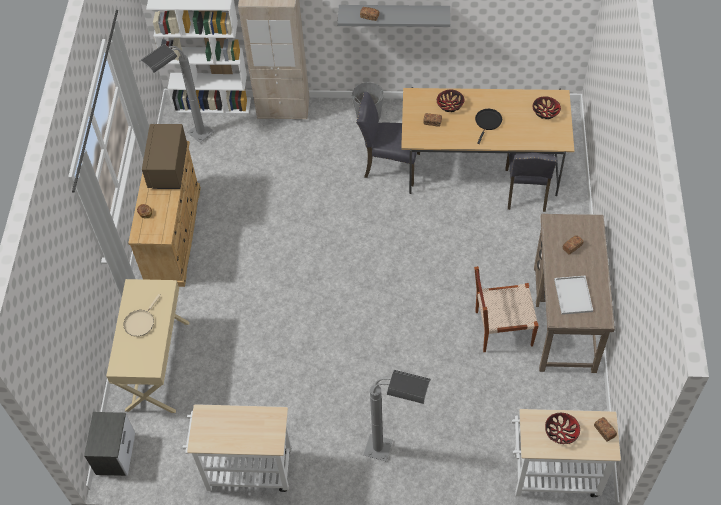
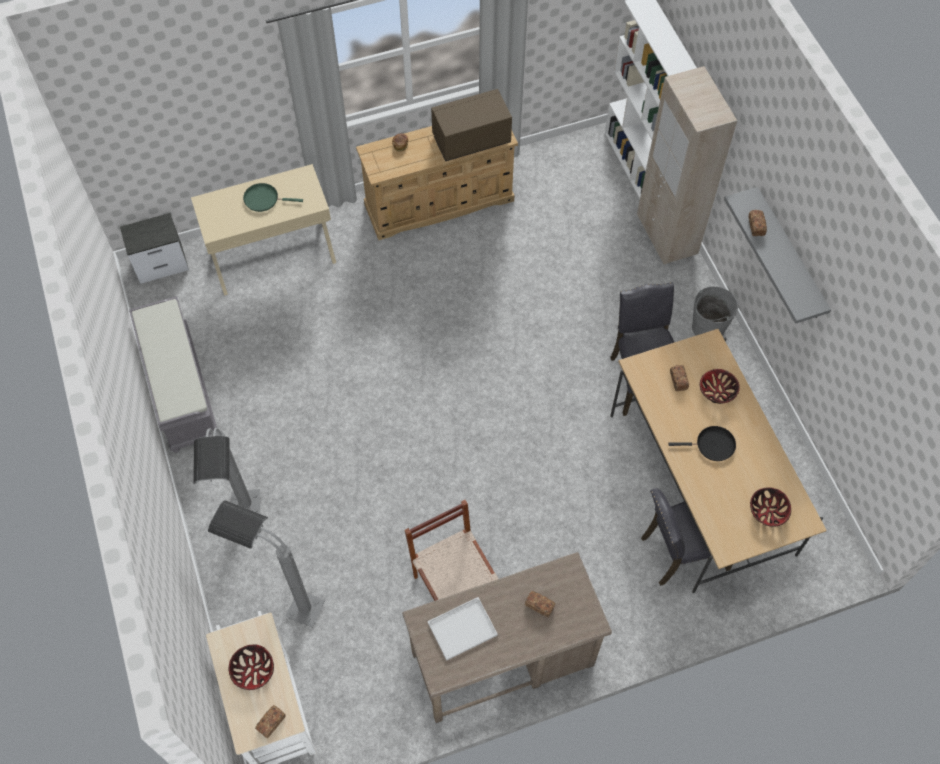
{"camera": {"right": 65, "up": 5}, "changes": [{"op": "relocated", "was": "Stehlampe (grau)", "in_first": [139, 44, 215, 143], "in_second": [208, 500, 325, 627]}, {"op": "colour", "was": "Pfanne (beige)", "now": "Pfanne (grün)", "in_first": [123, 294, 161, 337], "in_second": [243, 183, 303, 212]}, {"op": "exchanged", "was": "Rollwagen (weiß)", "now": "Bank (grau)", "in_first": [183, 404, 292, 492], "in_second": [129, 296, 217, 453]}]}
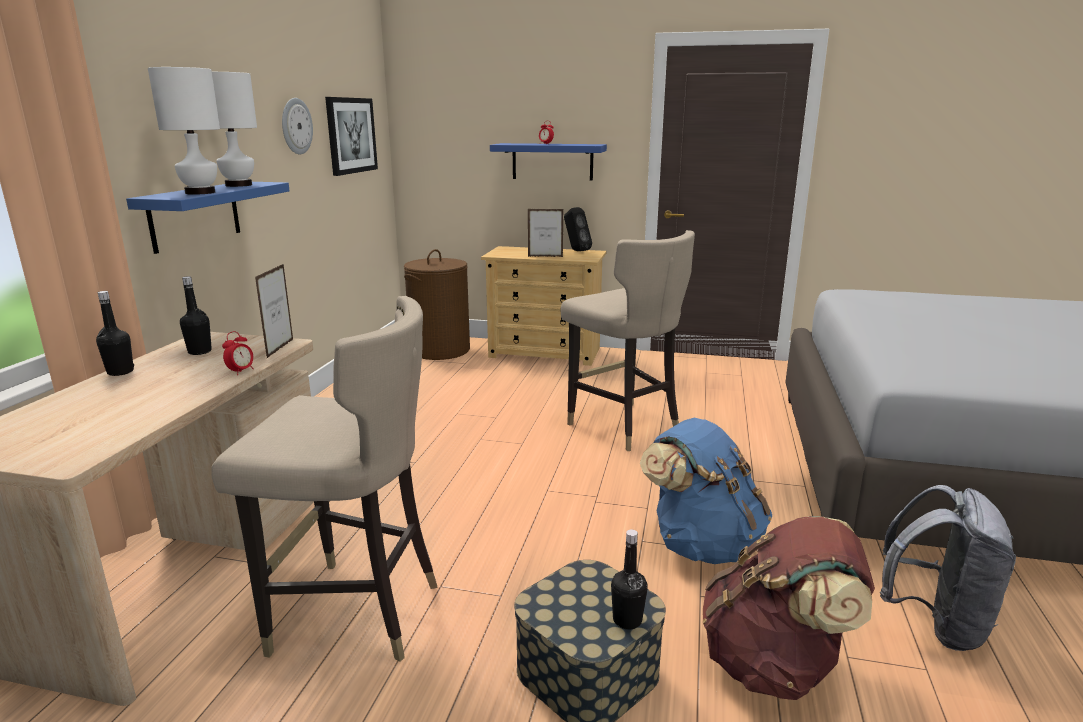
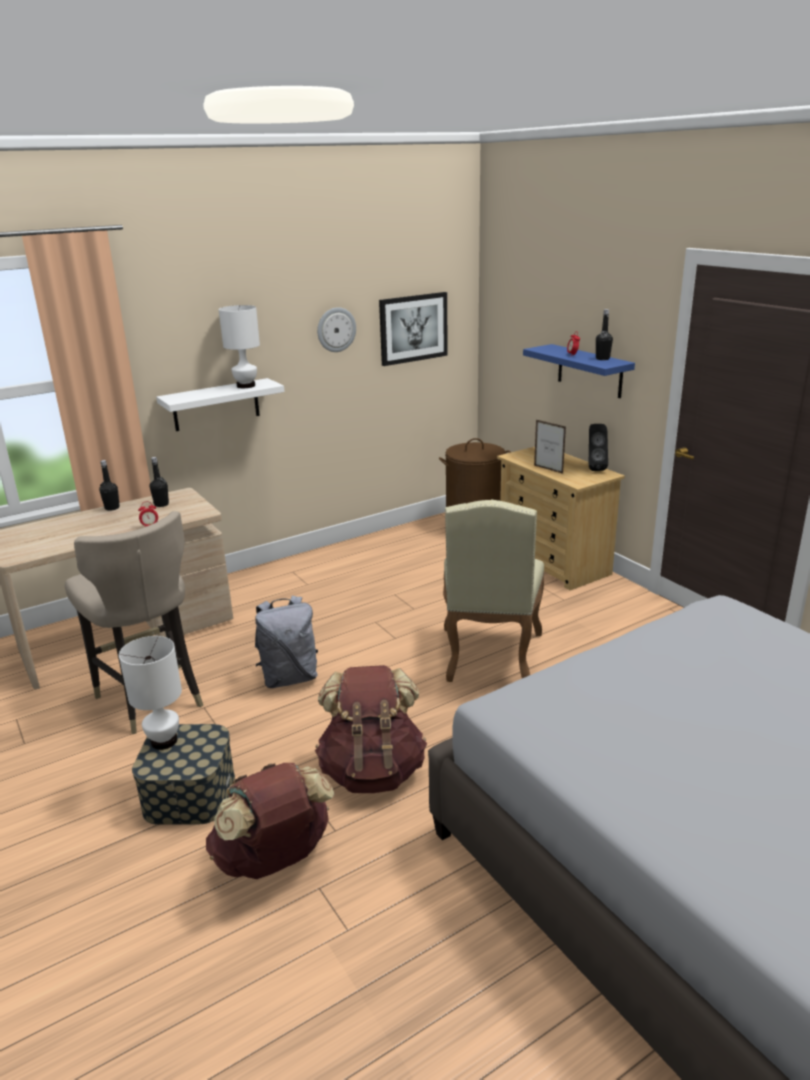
{"camera": {"right": 45, "up": 5}, "changes": [{"op": "relocated", "was": "Tischlampe (weiß)", "in_first": [148, 67, 220, 195], "in_second": [119, 636, 182, 750]}, {"op": "colour", "was": "Wandregal (blau)", "now": "Wandregal (weiß)", "in_first": [126, 182, 290, 254], "in_second": [156, 378, 285, 431]}, {"op": "exchanged", "was": "Hocker (beige)", "now": "Stuhl (beige)", "in_first": [561, 230, 695, 451], "in_second": [443, 500, 544, 682]}, {"op": "missing", "was": "Bilderrahmen", "in_first": [255, 264, 293, 358]}, {"op": "colour", "was": "Rucksack (blau)", "now": "Rucksack (braun)", "in_first": [640, 418, 772, 564], "in_second": [315, 665, 427, 793]}, {"op": "relocated", "was": "Rucksack (grau)", "in_first": [880, 485, 1016, 651], "in_second": [255, 596, 318, 688]}, {"op": "relocated", "was": "Flasche (schwarz)", "in_first": [611, 529, 648, 629], "in_second": [596, 309, 613, 360]}]}
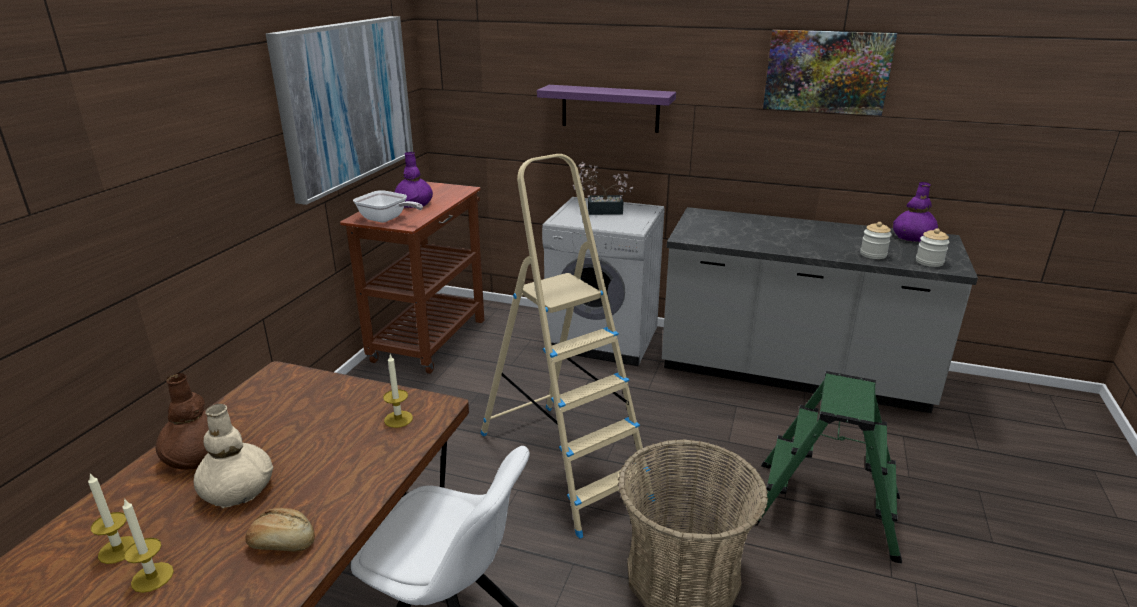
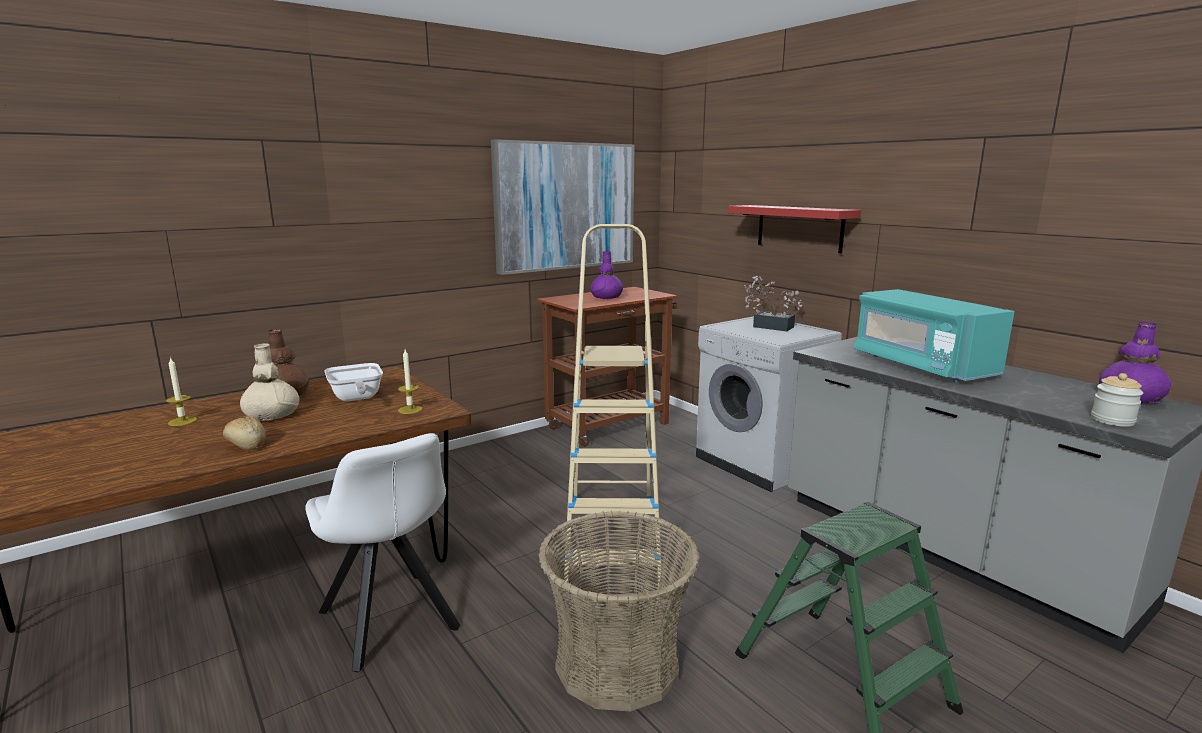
{"camera": {"right": 35, "up": -10}, "changes": [{"op": "missing", "was": "Bild", "in_first": [763, 29, 897, 116]}, {"op": "colour", "was": "Wandregal (lila)", "now": "Wandregal (rot)", "in_first": [537, 85, 676, 133], "in_second": [728, 205, 861, 253]}, {"op": "relocated", "was": "Pfanne", "in_first": [353, 190, 423, 223], "in_second": [324, 363, 383, 401]}, {"op": "missing", "was": "Vorratsglas", "in_first": [860, 222, 892, 259]}, {"op": "missing", "was": "Kerze", "in_first": [122, 498, 174, 593]}, {"op": "appeared", "now": "Mikrowelle (türkis)", "in_second": [854, 289, 1015, 382]}]}
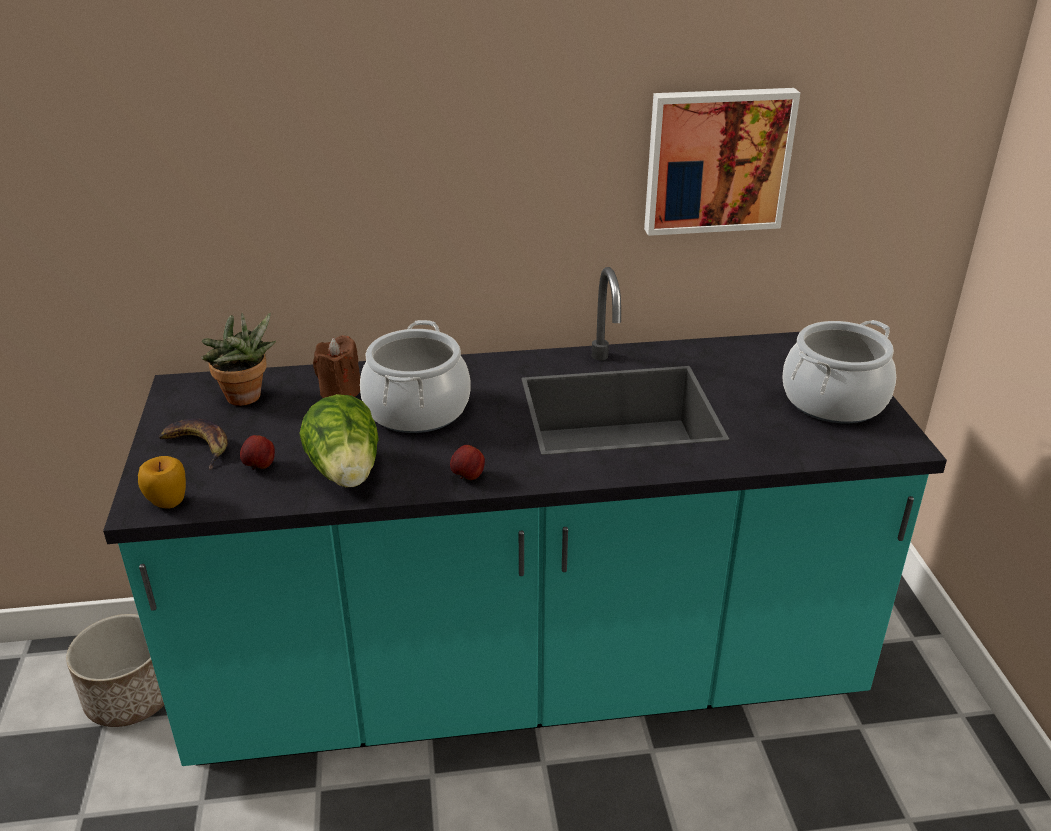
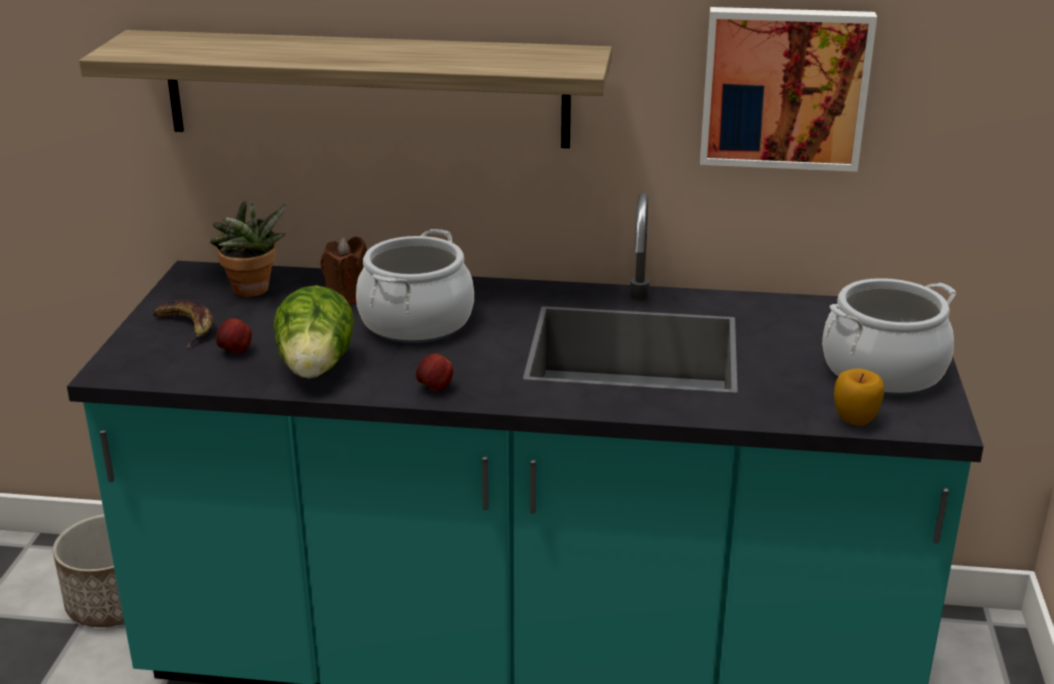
{"camera": {"right": 15, "up": -5}, "changes": [{"op": "relocated", "was": "Apfel", "in_first": [138, 456, 186, 509], "in_second": [834, 368, 884, 426]}, {"op": "appeared", "now": "Wandregal", "in_second": [79, 30, 612, 148]}]}
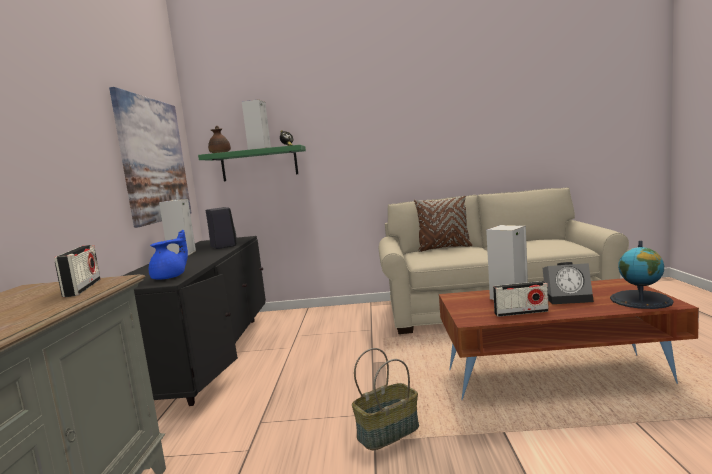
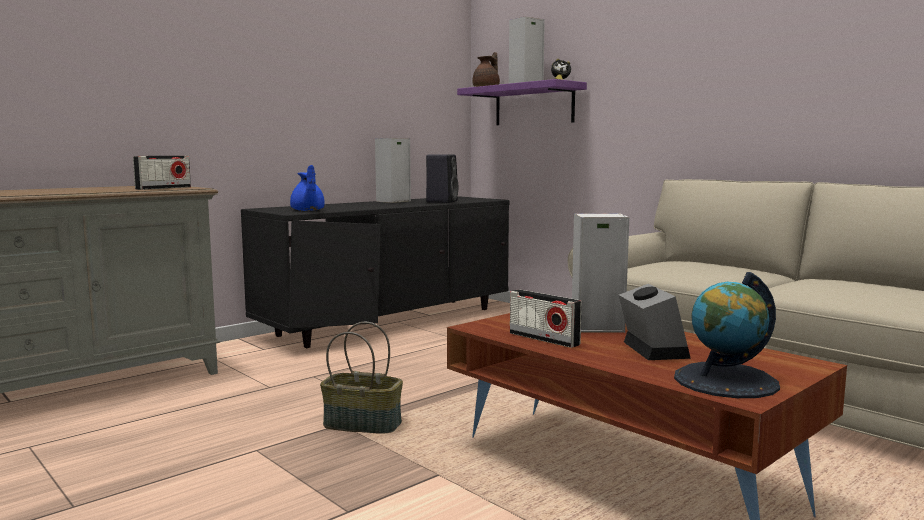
{"camera": {"right": 45, "up": 0}, "changes": [{"op": "missing", "was": "Bild", "in_first": [109, 87, 192, 228]}, {"op": "colour", "was": "Wandregal (grün)", "now": "Wandregal (lila)", "in_first": [198, 145, 306, 181], "in_second": [457, 79, 587, 125]}, {"op": "missing", "was": "Kissen (braun)", "in_first": [414, 196, 472, 252]}, {"op": "spun", "was": "Teekanne (blau)", "in_first": [149, 230, 188, 280], "in_second": [290, 165, 325, 211], "clockwise": 75}, {"op": "spun", "was": "Wecker", "in_first": [542, 262, 594, 304], "in_second": [619, 284, 691, 360], "clockwise": -150}]}
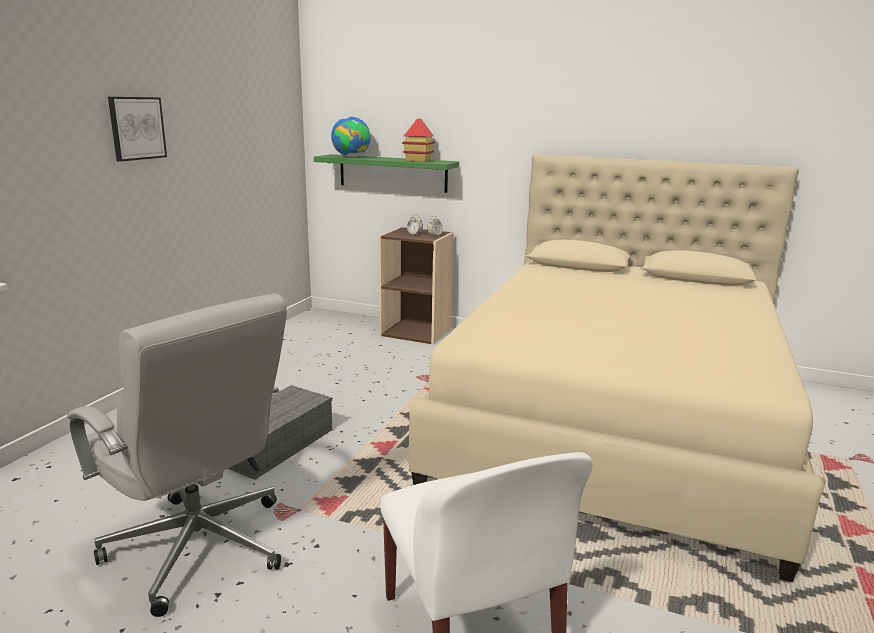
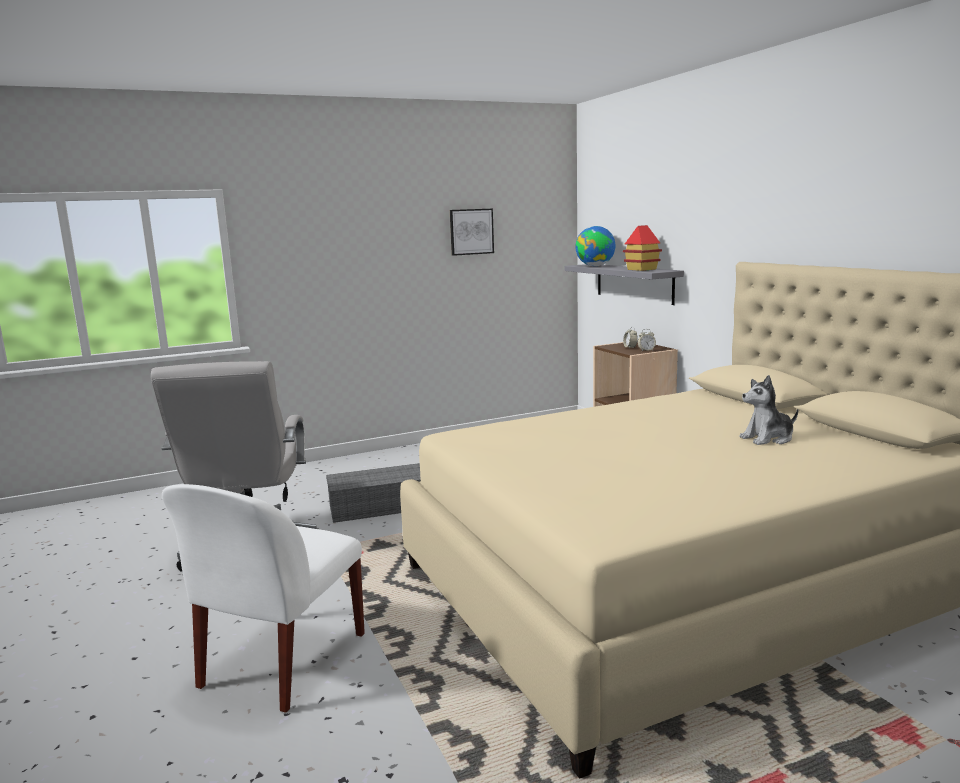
{"camera": {"right": 45, "up": -5}, "changes": [{"op": "relocated", "was": "Bild", "in_first": [108, 97, 167, 162], "in_second": [450, 209, 494, 256]}, {"op": "colour", "was": "Wandregal (grün)", "now": "Wandregal (grau)", "in_first": [314, 154, 459, 193], "in_second": [565, 264, 684, 305]}, {"op": "appeared", "now": "Plüschtier", "in_second": [739, 375, 798, 445]}]}
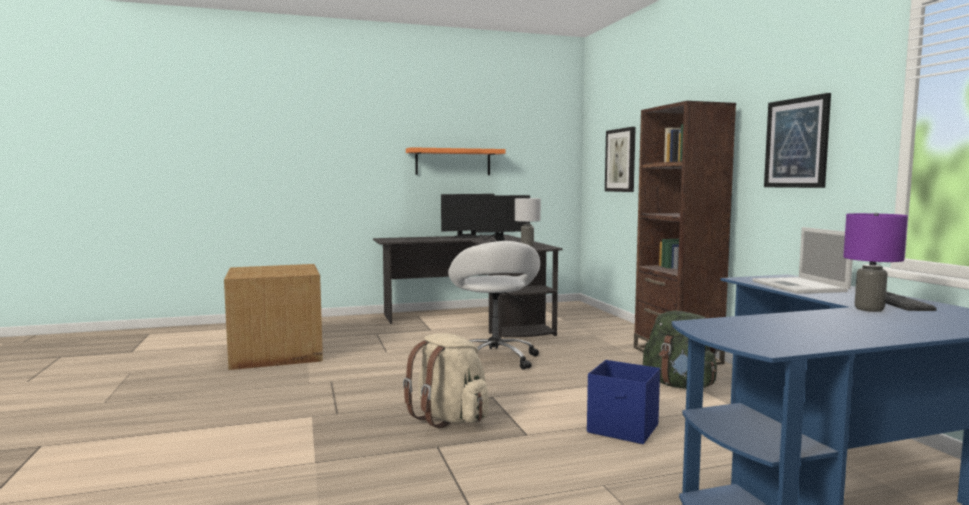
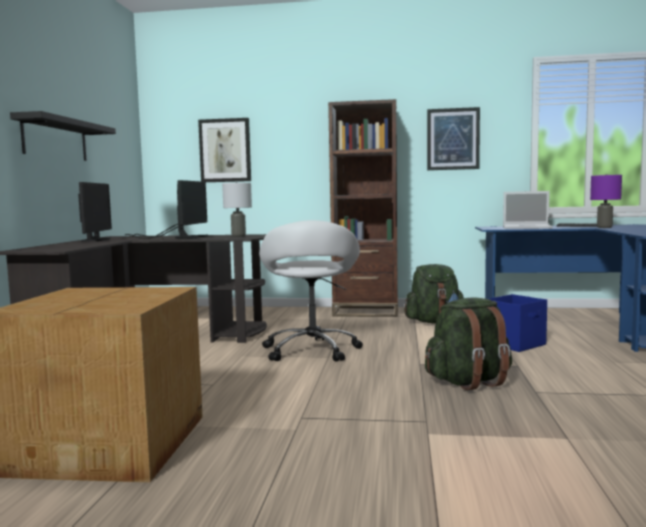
{"camera": {"right": -65, "up": 0}, "changes": [{"op": "colour", "was": "Wandregal (orange)", "now": "Wandregal (schwarz)", "in_first": [406, 147, 506, 175], "in_second": [10, 111, 116, 161]}, {"op": "spun", "was": "Bürostuhl (weiß)", "in_first": [448, 241, 540, 369], "in_second": [259, 220, 363, 361], "clockwise": 75}, {"op": "colour", "was": "Rucksack (beige)", "now": "Rucksack (grün)", "in_first": [403, 333, 489, 428], "in_second": [425, 297, 512, 390]}]}
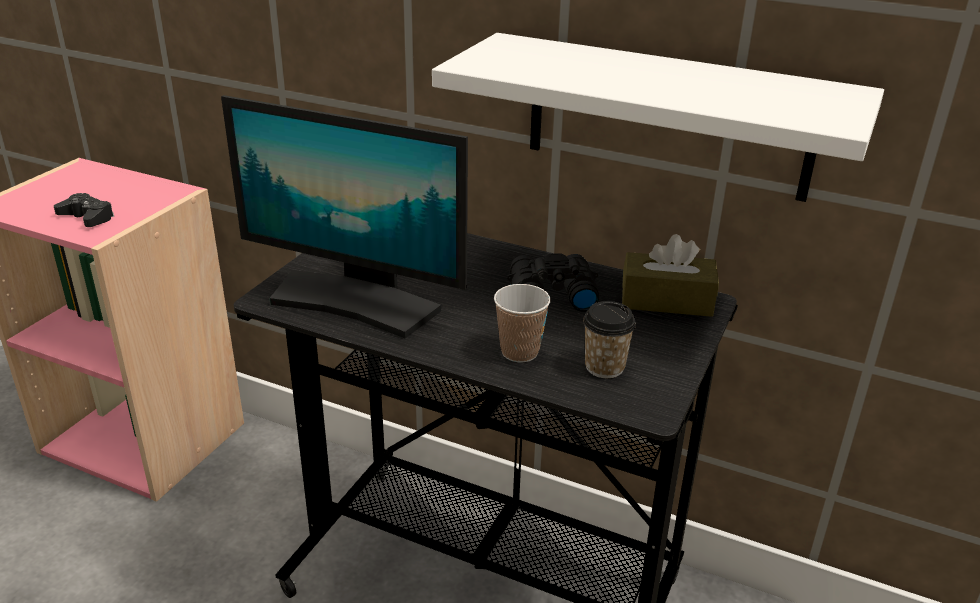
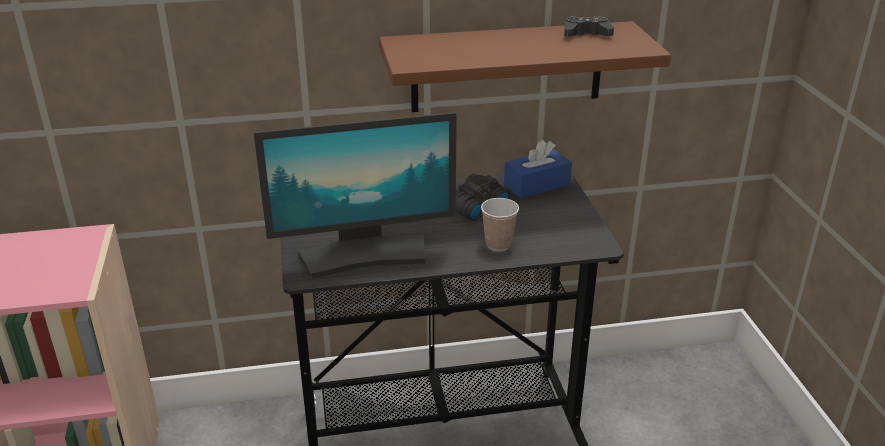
{"camera": {"right": -35, "up": 0}, "changes": [{"op": "colour", "was": "Wandregal (weiß)", "now": "Wandregal (braun)", "in_first": [432, 33, 884, 202], "in_second": [379, 21, 671, 112]}, {"op": "relocated", "was": "Gamepad (schwarz)", "in_first": [54, 193, 114, 227], "in_second": [564, 16, 614, 37]}, {"op": "colour", "was": "Taschentuchbox (braun)", "now": "Taschentuchbox (blau)", "in_first": [622, 234, 719, 317], "in_second": [504, 140, 572, 198]}, {"op": "missing", "was": "Tasse", "in_first": [583, 301, 636, 378]}]}
